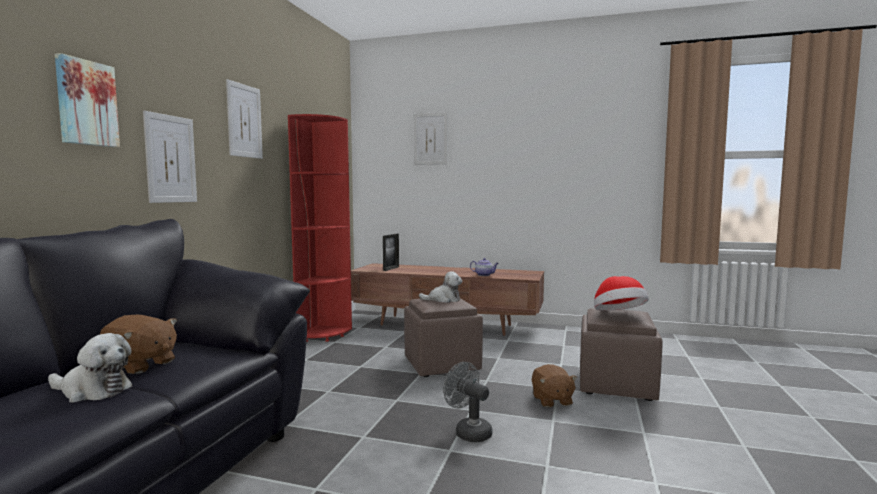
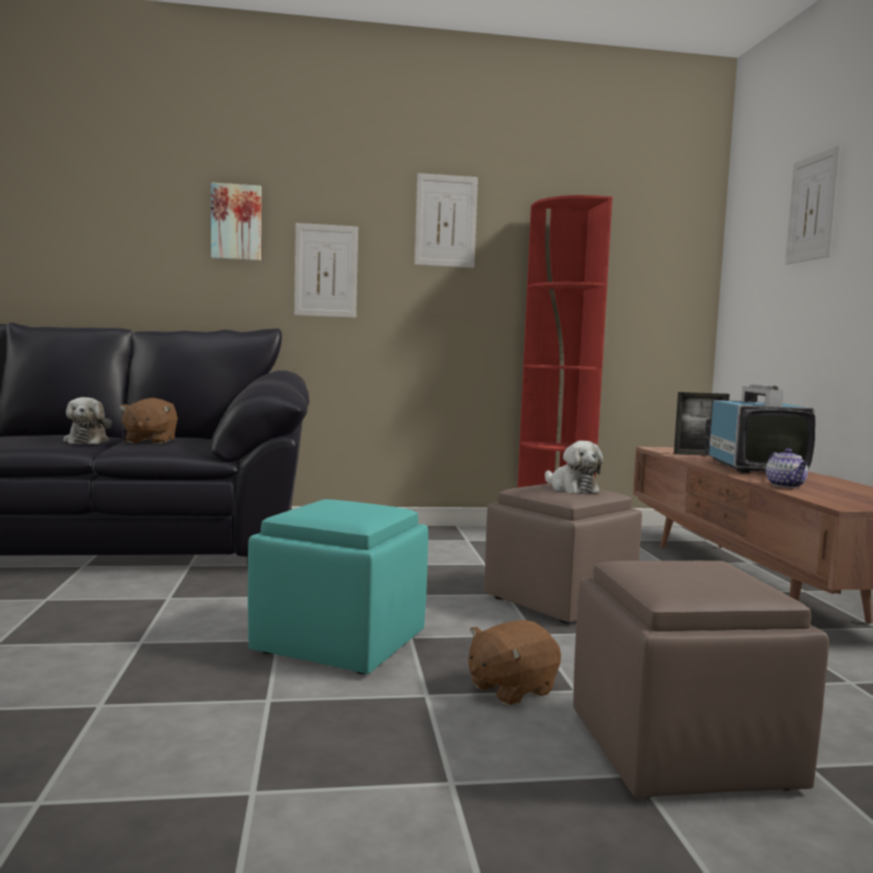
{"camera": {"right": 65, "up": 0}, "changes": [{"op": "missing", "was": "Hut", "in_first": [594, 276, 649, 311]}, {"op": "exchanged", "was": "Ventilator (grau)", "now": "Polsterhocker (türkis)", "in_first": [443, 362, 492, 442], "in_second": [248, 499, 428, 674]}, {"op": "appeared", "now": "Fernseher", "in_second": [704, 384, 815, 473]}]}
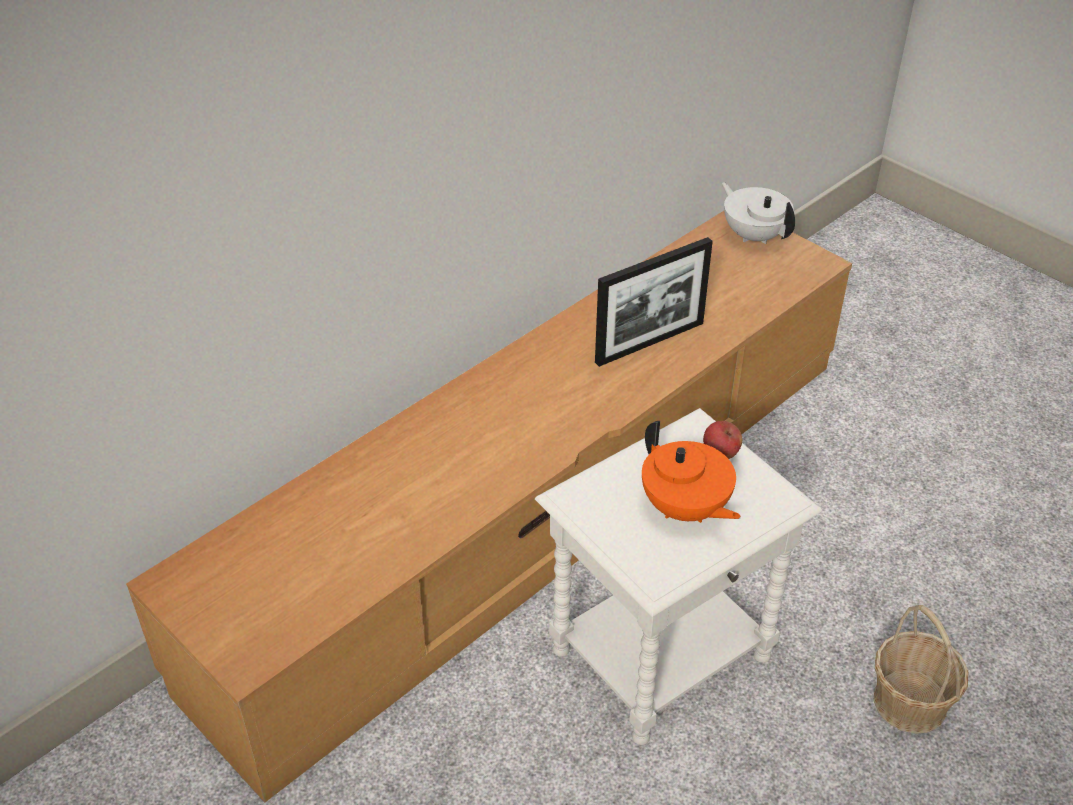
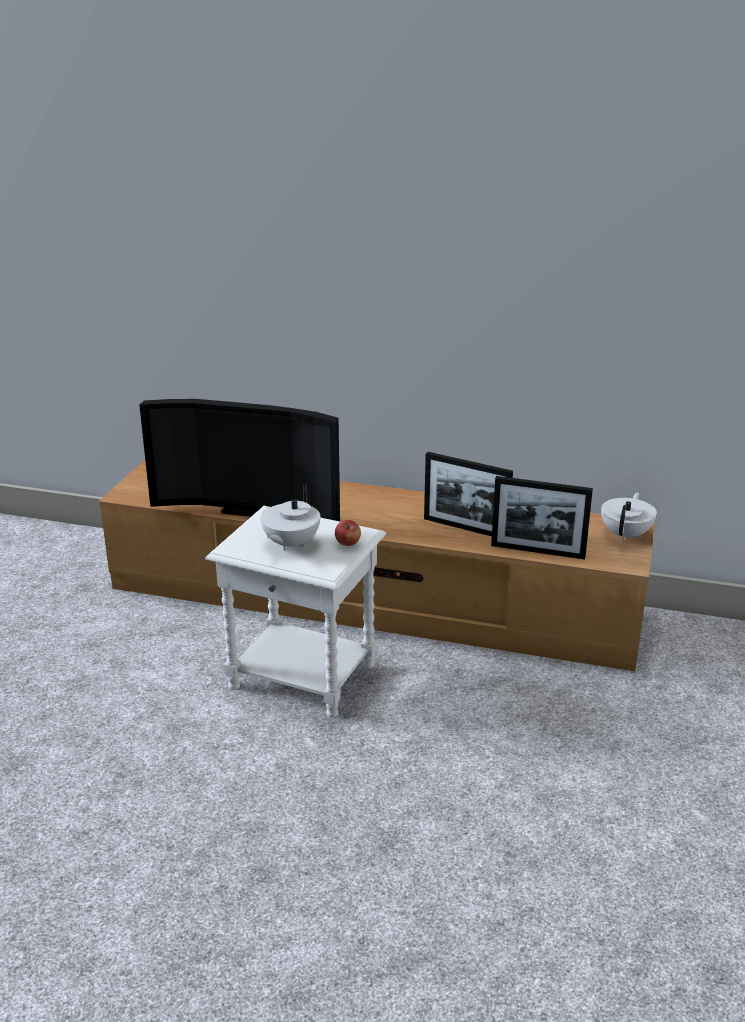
{"camera": {"right": 60, "up": -15}, "changes": [{"op": "colour", "was": "Teekanne (orange)", "now": "Teekanne (weiß)", "in_first": [642, 421, 741, 523], "in_second": [261, 484, 320, 551]}, {"op": "missing", "was": "Korb", "in_first": [874, 605, 968, 734]}, {"op": "appeared", "now": "Fernseher", "in_second": [139, 399, 340, 521]}, {"op": "appeared", "now": "Bilderrahmen", "in_second": [491, 476, 593, 560]}]}
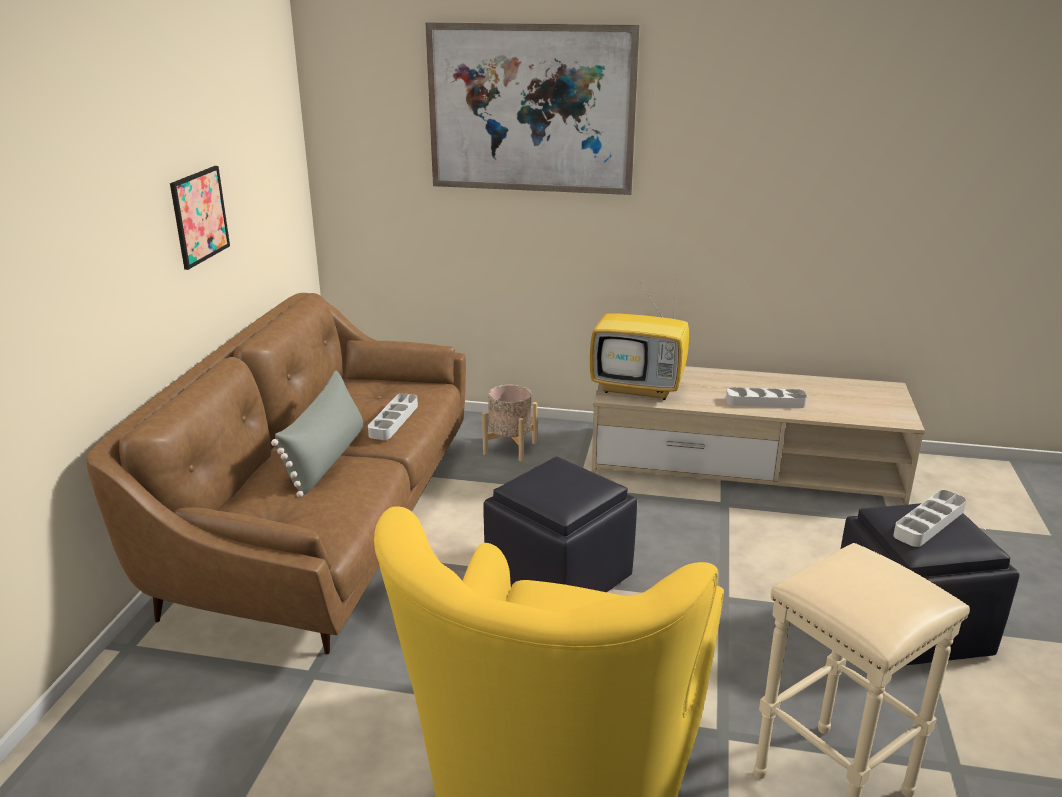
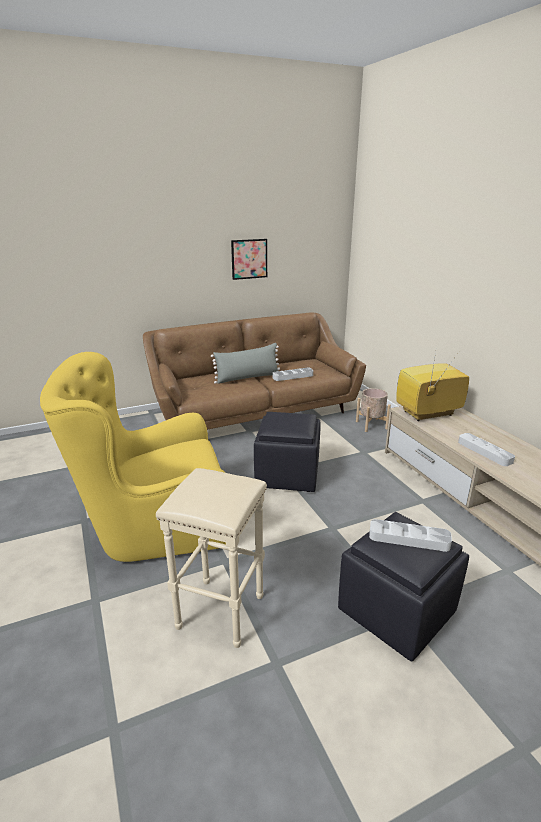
{"camera": {"right": 55, "up": 0}, "changes": [{"op": "missing", "was": "Bild", "in_first": [426, 22, 640, 195]}, {"op": "spun", "was": "Fernseher", "in_first": [590, 276, 689, 400], "in_second": [396, 352, 469, 421], "clockwise": 90}]}
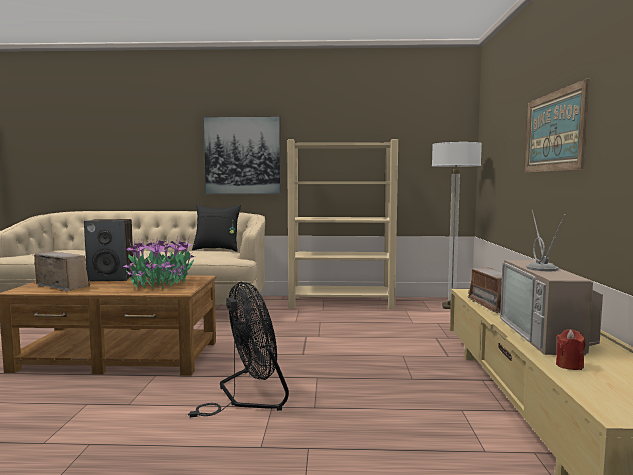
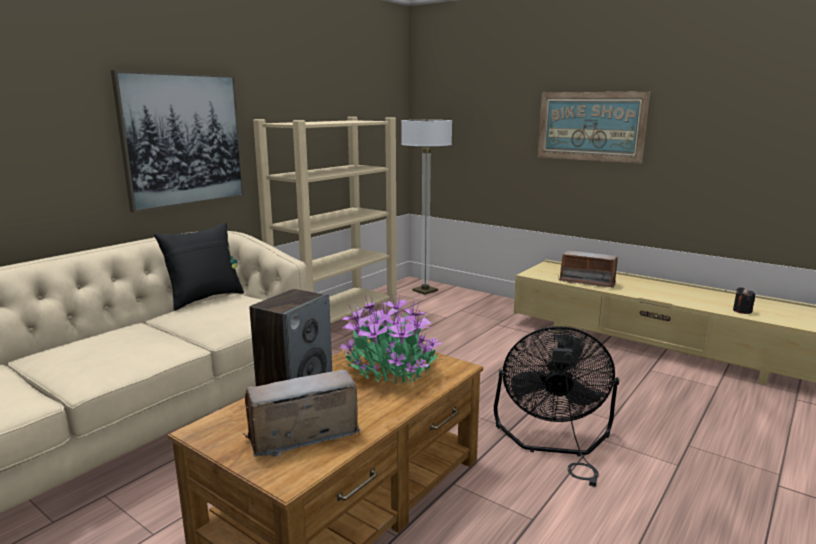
{"camera": {"right": -55, "up": 10}, "changes": [{"op": "missing", "was": "Fernseher", "in_first": [500, 210, 603, 355]}, {"op": "colour", "was": "Kerze (rot)", "now": "Kerze (schwarz)", "in_first": [556, 329, 586, 370], "in_second": [733, 287, 755, 314]}]}
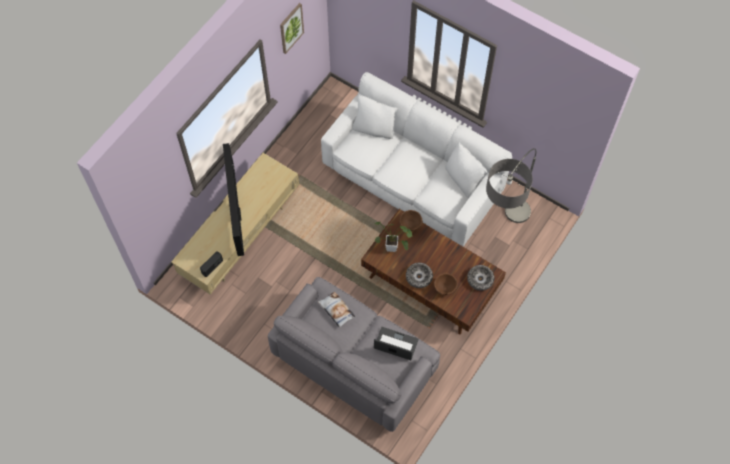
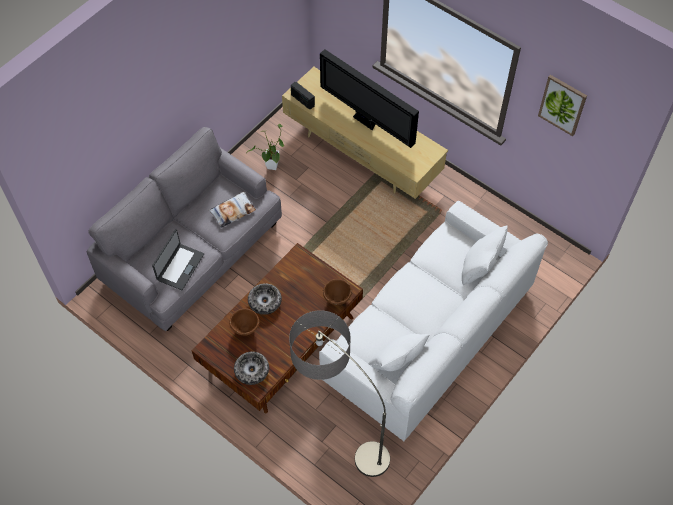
{"camera": {"right": 95, "up": -5}, "changes": [{"op": "spun", "was": "Fernseher", "in_first": [223, 143, 244, 256], "in_second": [320, 49, 419, 148], "clockwise": -135}, {"op": "relocated", "was": "Topfpflanze", "in_first": [374, 222, 412, 252], "in_second": [247, 124, 284, 170]}]}
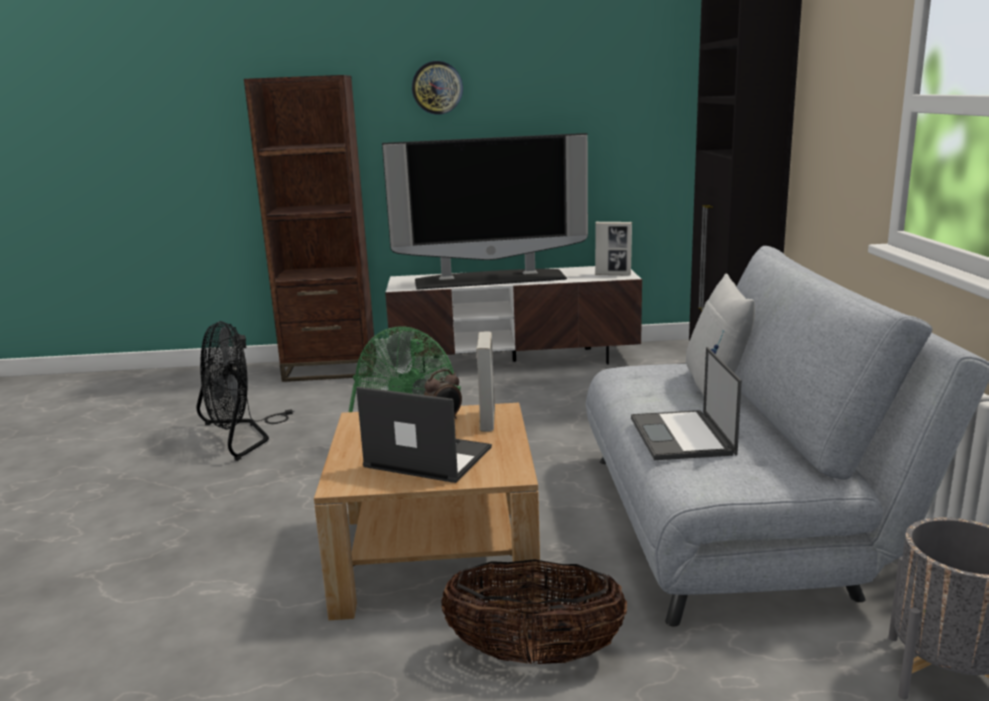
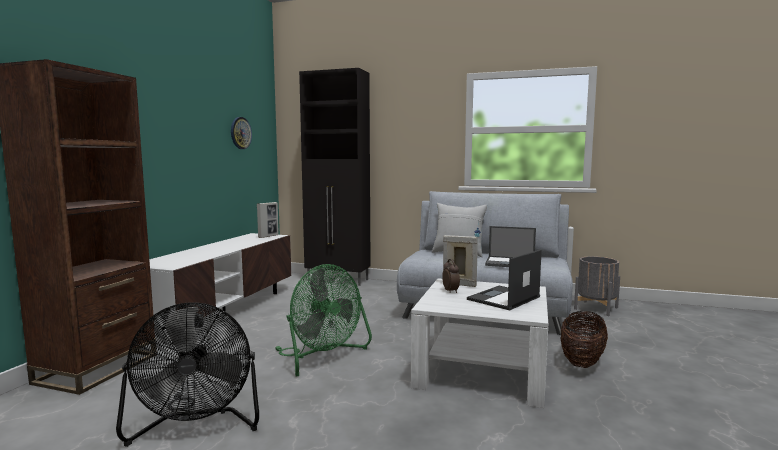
{"camera": {"right": -70, "up": -10}, "changes": [{"op": "relocated", "was": "Wanduhr", "in_first": [412, 61, 463, 115], "in_second": [231, 117, 252, 149]}, {"op": "missing", "was": "Fernseher", "in_first": [382, 133, 588, 290]}, {"op": "colour", "was": "Couchtisch (braun)", "now": "Couchtisch (weiß)", "in_first": [314, 403, 541, 620], "in_second": [411, 278, 548, 408]}]}
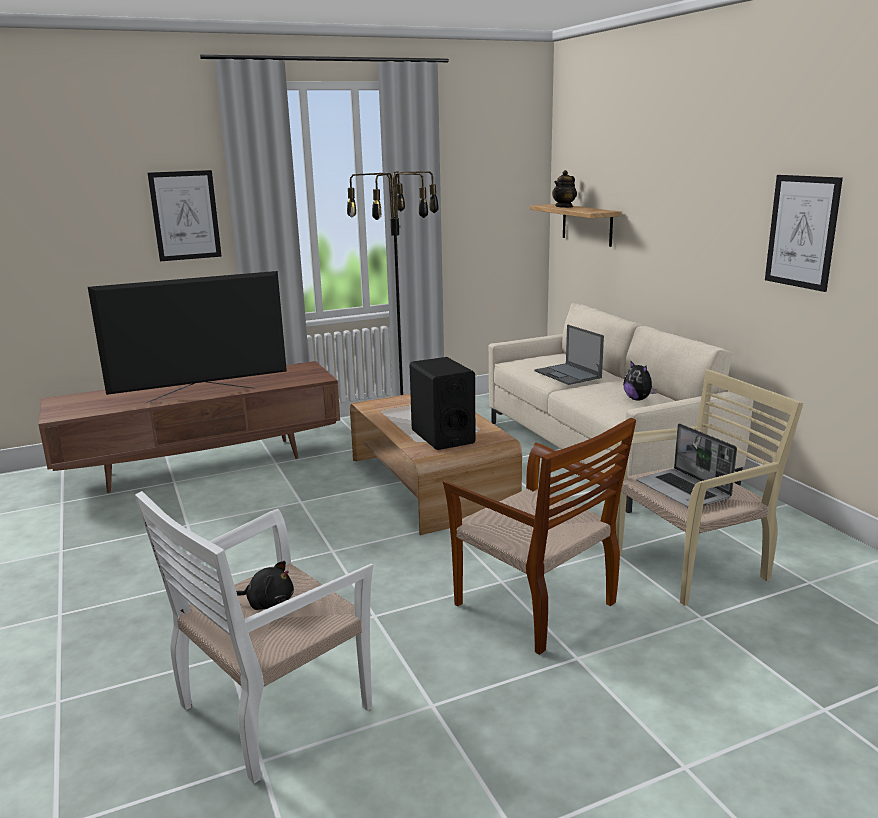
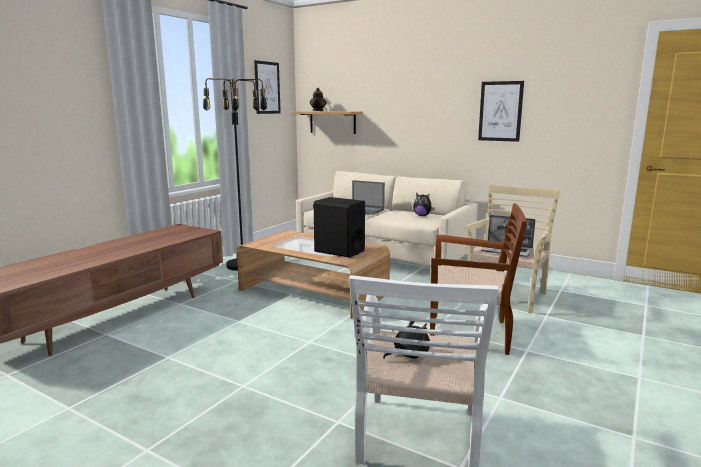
{"camera": {"right": -35, "up": -5}, "changes": [{"op": "relocated", "was": "Bild", "in_first": [148, 170, 222, 261], "in_second": [254, 60, 281, 114]}, {"op": "missing", "was": "Fernseher", "in_first": [88, 271, 287, 403]}]}
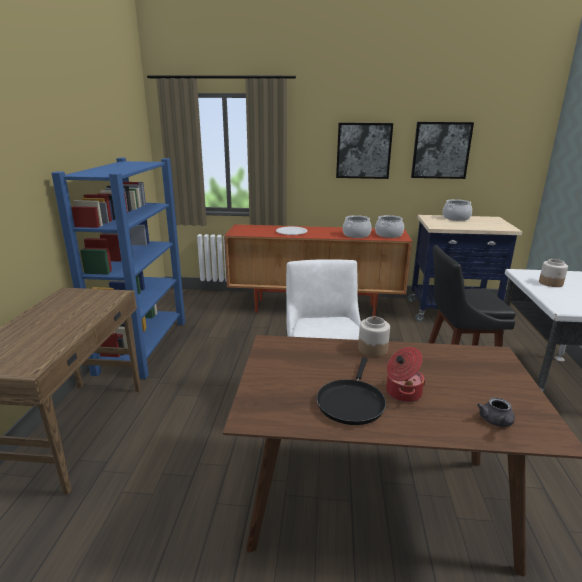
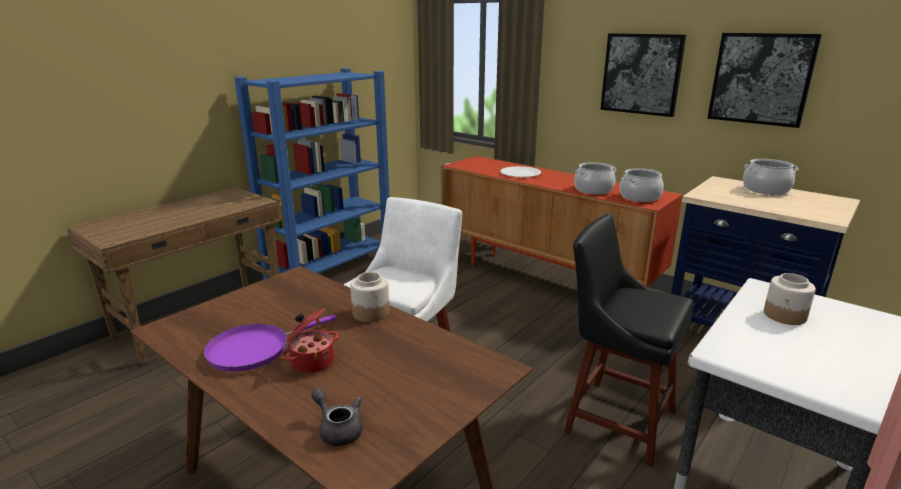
{"camera": {"right": 35, "up": 0}, "changes": [{"op": "colour", "was": "Pfanne (schwarz)", "now": "Pfanne (lila)", "in_first": [317, 357, 386, 425], "in_second": [204, 315, 337, 372]}, {"op": "spun", "was": "Teekanne (grau)", "in_first": [477, 398, 515, 427], "in_second": [312, 389, 363, 446], "clockwise": 90}]}
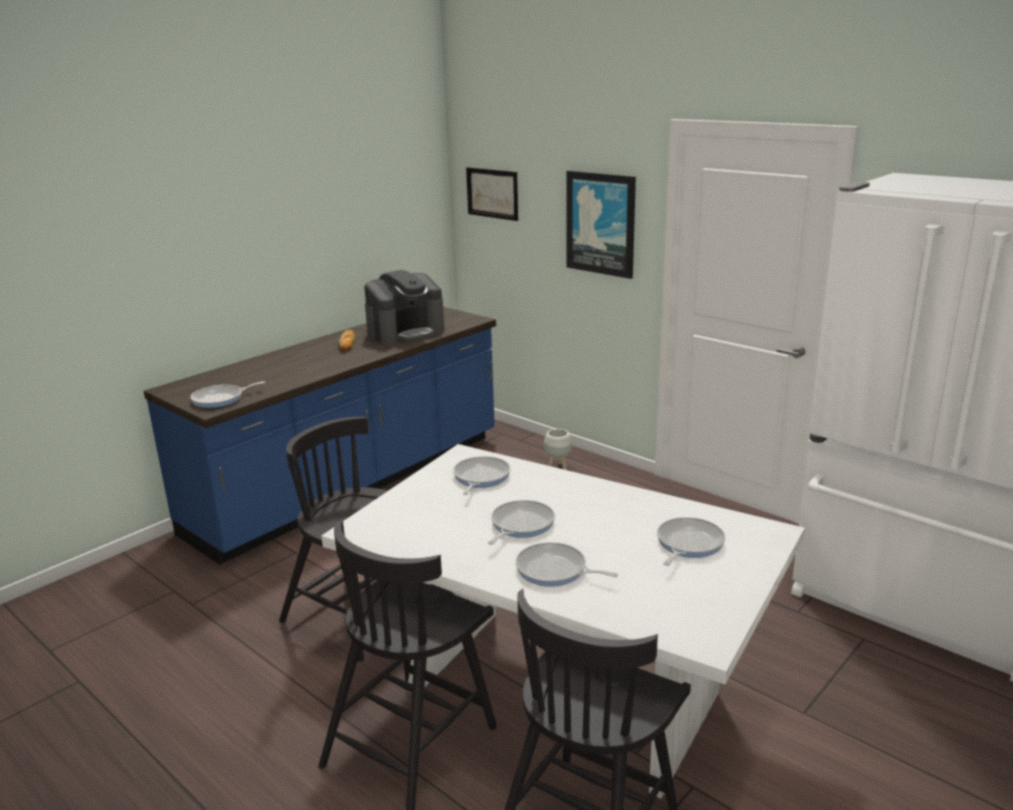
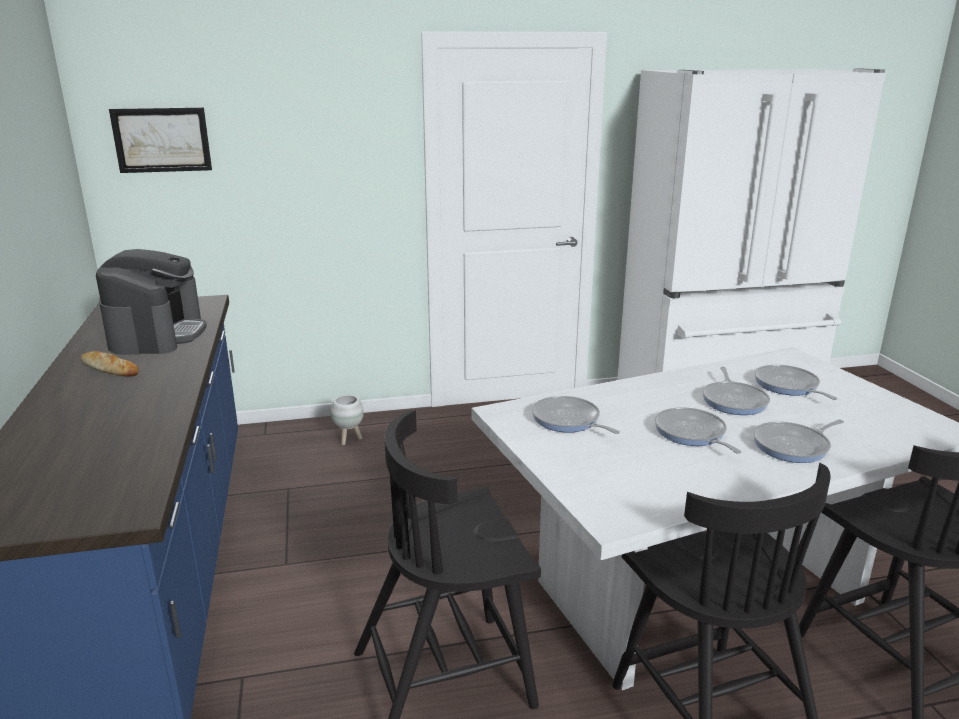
{"camera": {"right": -55, "up": 0}, "changes": [{"op": "missing", "was": "Bild", "in_first": [567, 171, 636, 279]}, {"op": "relocated", "was": "Pfanne", "in_first": [191, 381, 266, 408], "in_second": [702, 367, 770, 415]}]}
